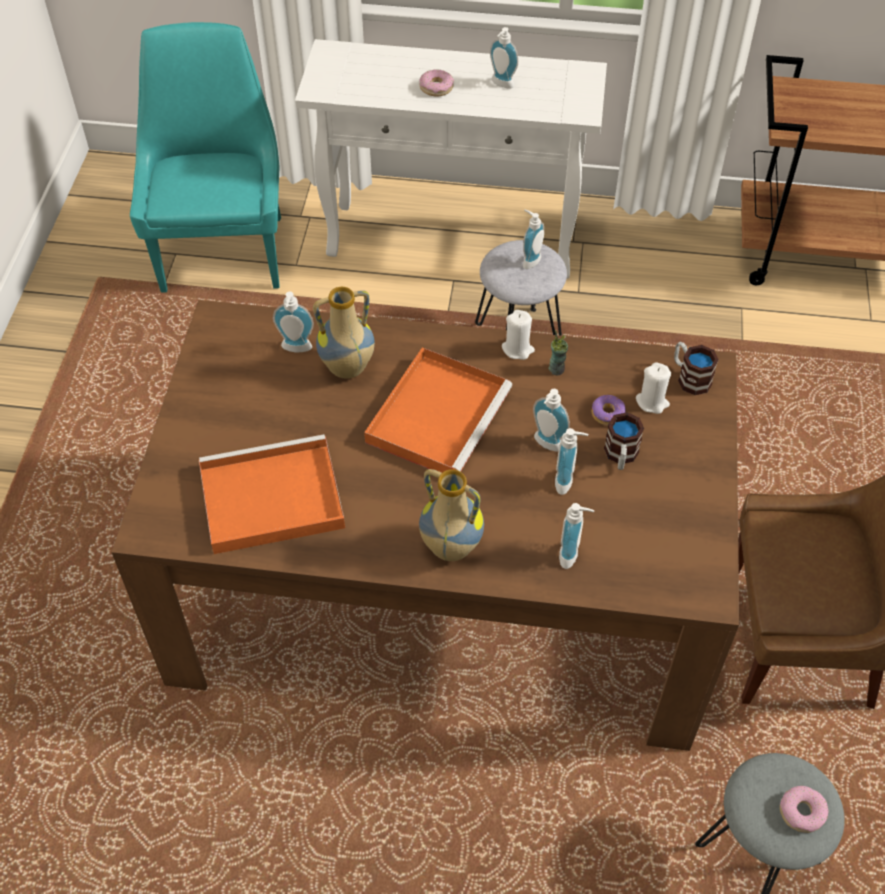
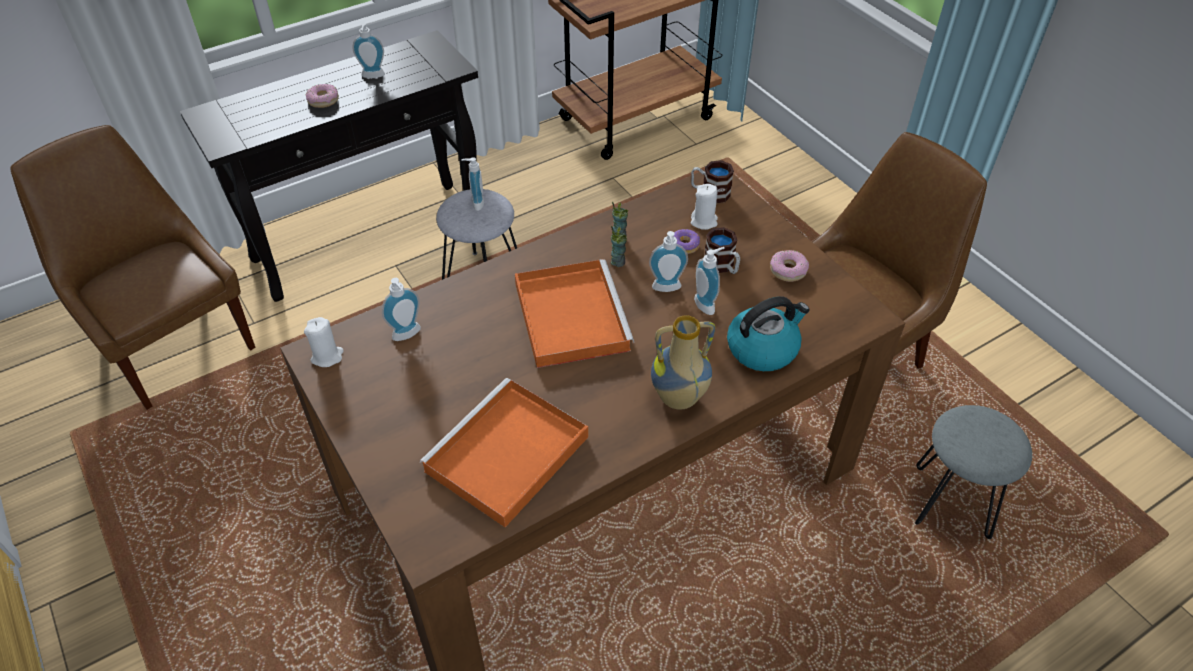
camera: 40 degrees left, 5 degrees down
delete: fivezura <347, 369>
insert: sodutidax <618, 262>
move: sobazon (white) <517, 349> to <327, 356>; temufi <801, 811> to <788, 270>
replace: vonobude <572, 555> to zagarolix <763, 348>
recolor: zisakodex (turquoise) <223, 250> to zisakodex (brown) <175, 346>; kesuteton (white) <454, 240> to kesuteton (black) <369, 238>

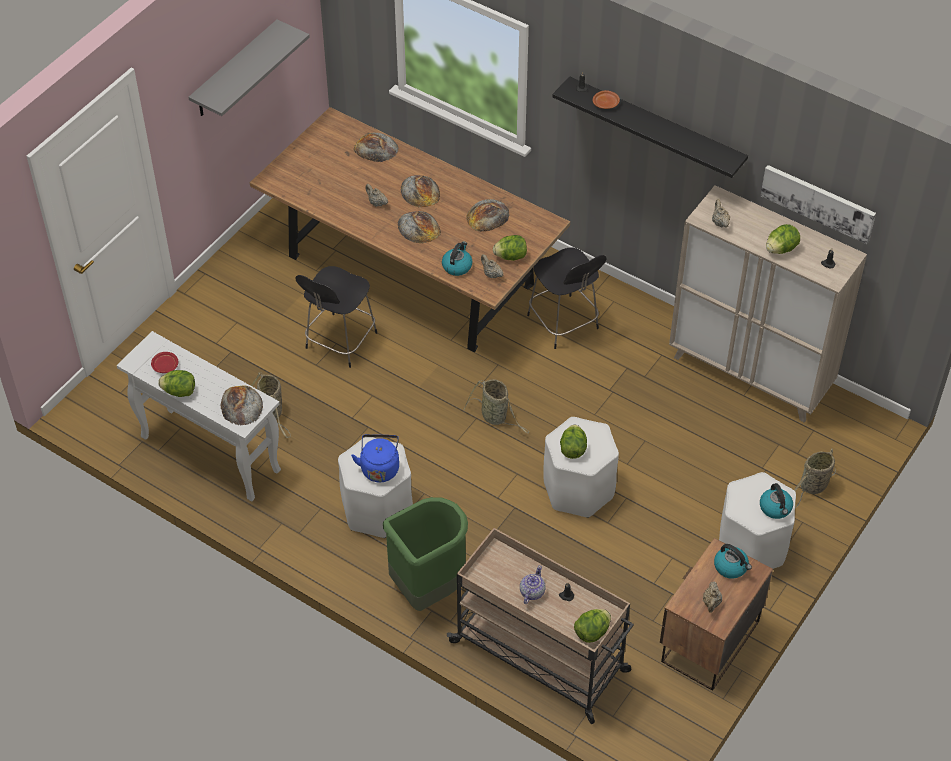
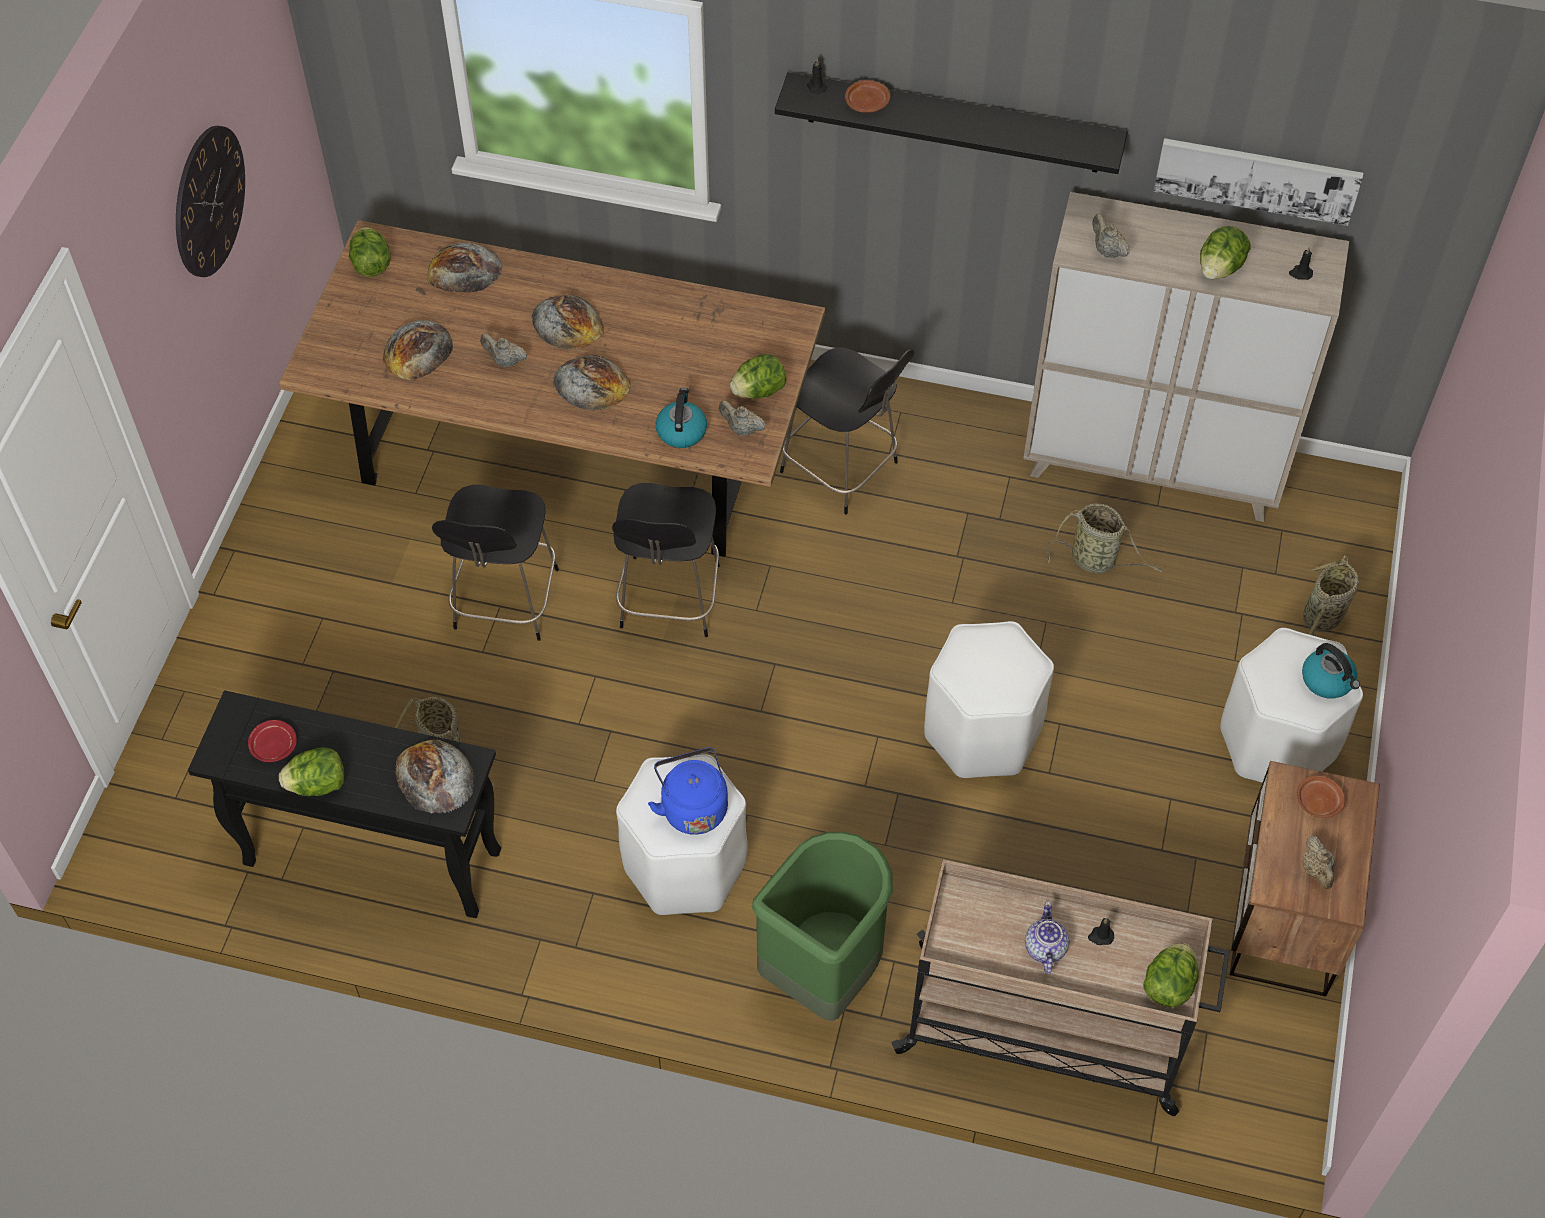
camera: 20 degrees left, 5 degrees up
insert: zisakodex (black) <669, 600>
move: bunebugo <495, 417> to <1096, 561>; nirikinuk <487, 216> to <418, 350>; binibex <573, 449> to <371, 265>
replace: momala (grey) <235, 70> to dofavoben <209, 201>; zagarolix <731, 567> to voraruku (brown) <1318, 801>
recolor: kesuteton (white) <209, 454> to kesuteton (black) <370, 858>

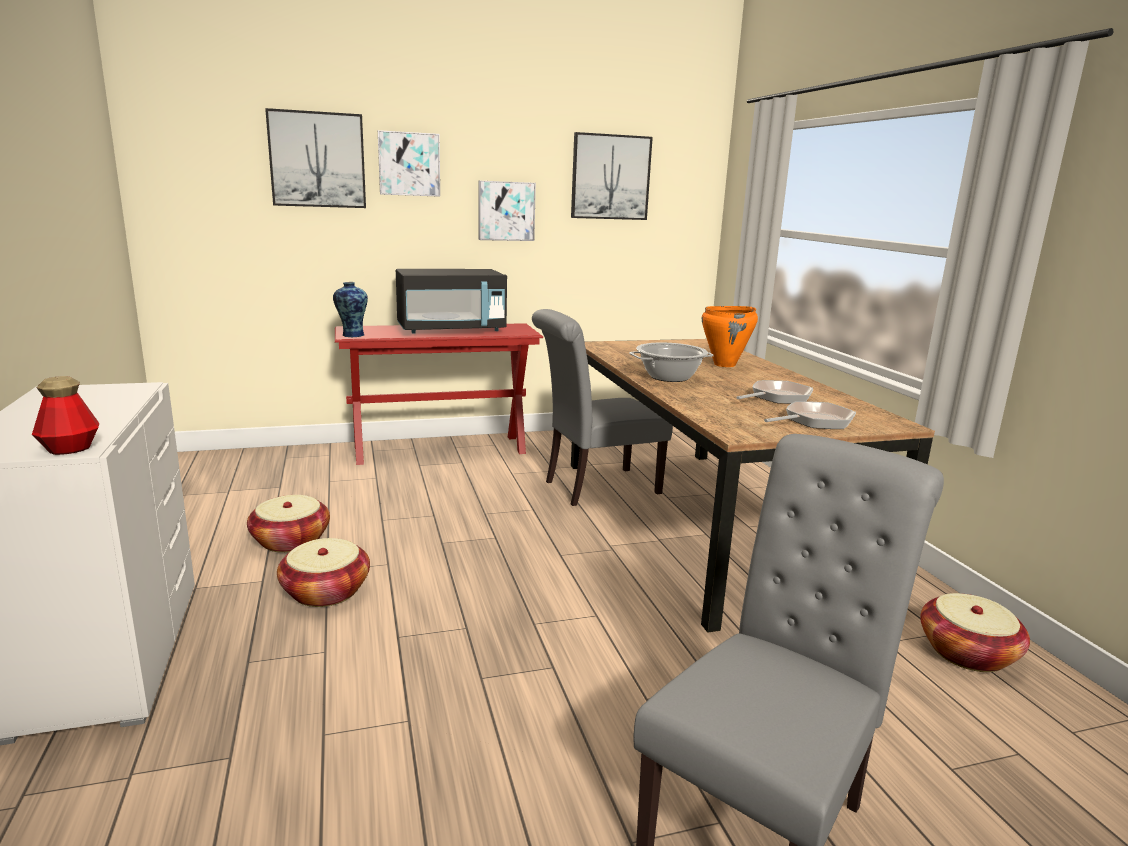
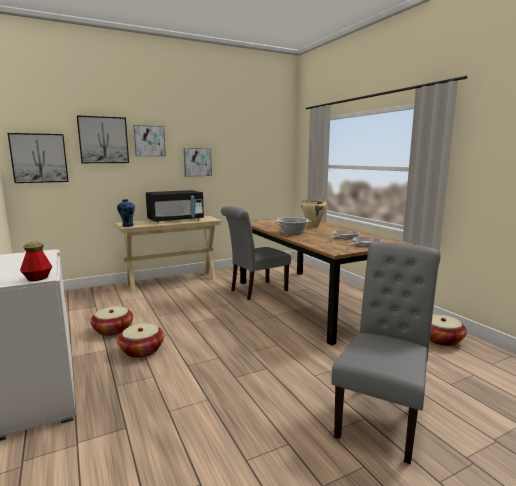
camera: 10 degrees left, 5 degrees down
move: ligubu <610, 177> to <39, 158>
recolor: kesuteton (red) <440, 449> to kesuteton (beige) <172, 281>; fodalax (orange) <725, 365> to fodalax (beige) <313, 226>

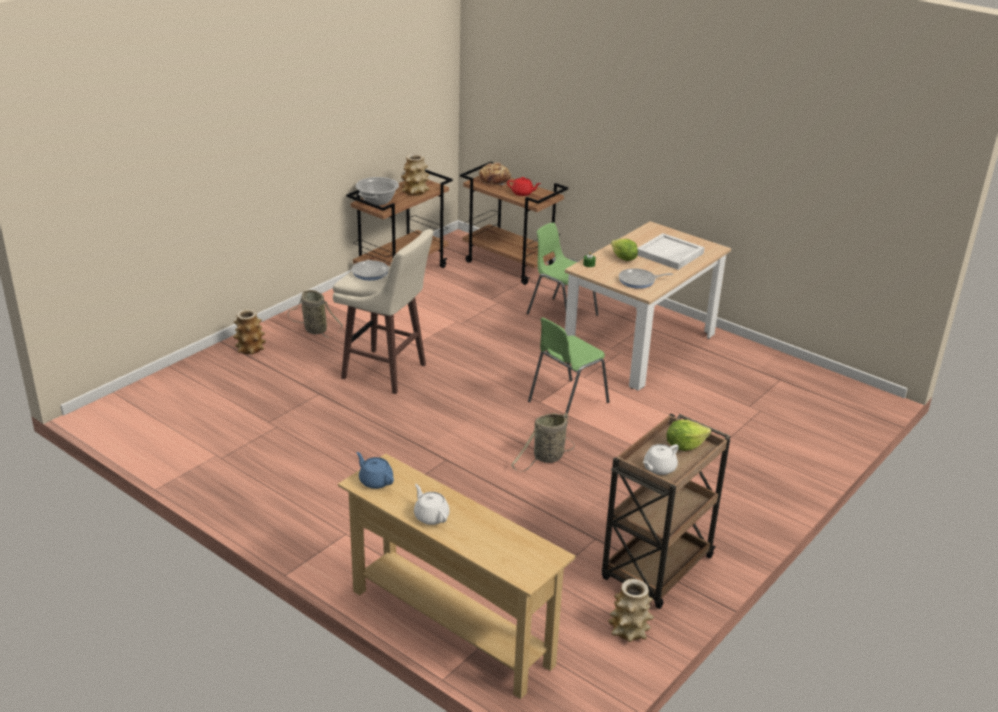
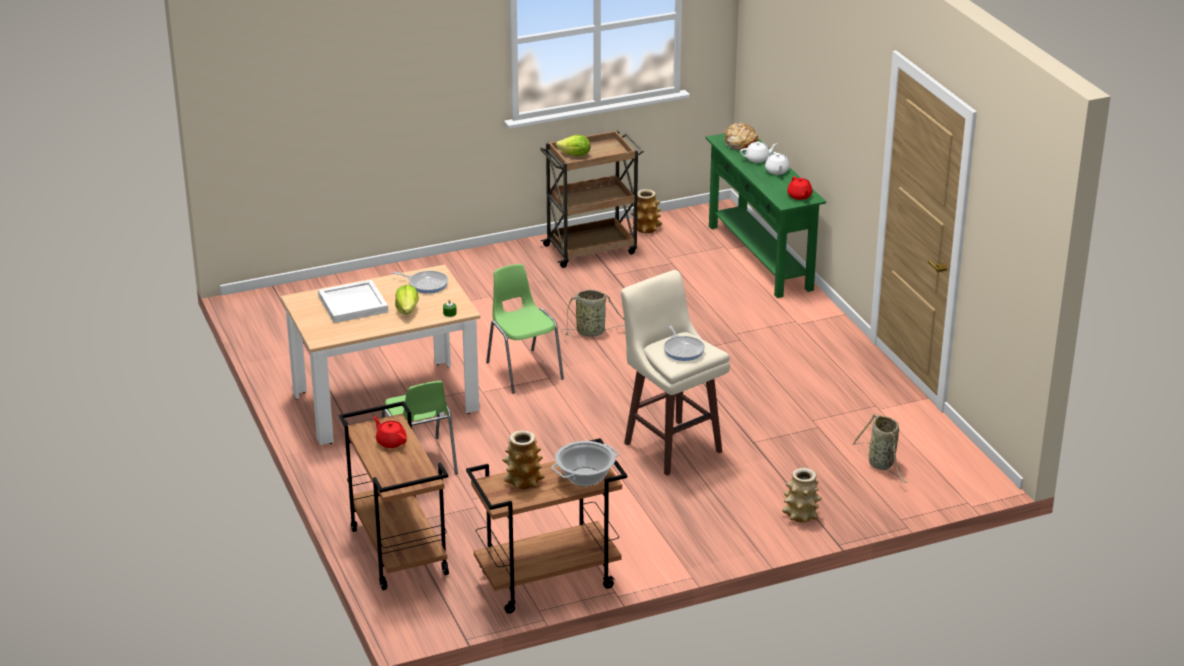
camera: 150 degrees left, 0 degrees up
move: bunebugo <314, 329> to <882, 465>; nirikinuk <495, 180> to <740, 143>; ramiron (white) <659, 468> to <757, 159>
recolor: kesuteton (beige) <450, 627> to kesuteton (green) <760, 257>; ramiron (blue) <375, 481> to ramiron (red) <799, 196>
rotate: zisakodex (green) <566, 402> = <523, 370> 105 degrees counterclockwise

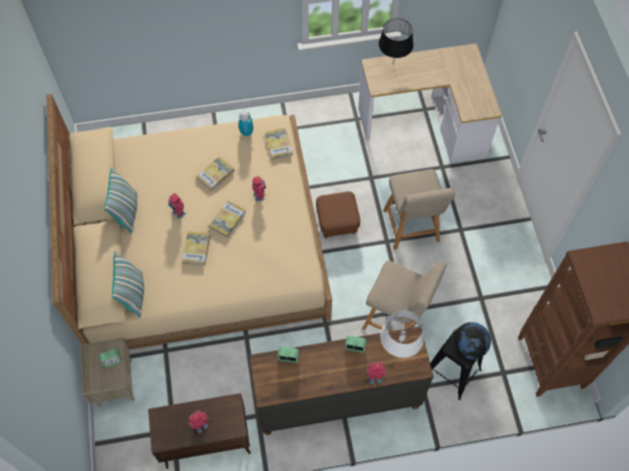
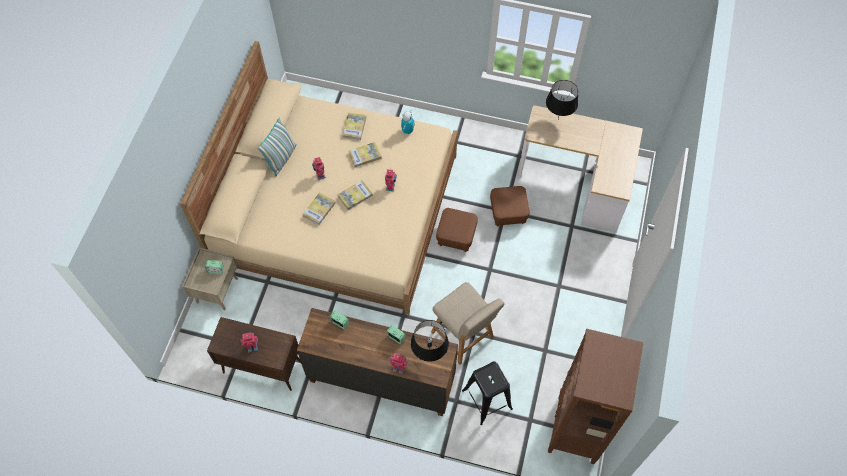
camera: 25 degrees right, 0 degrees up
delete: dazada <134, 294>; zisakodex (beige) <412, 228>; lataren <469, 347>
insert: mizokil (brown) <508, 213>
move: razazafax <278, 144> to <354, 127>
recolor: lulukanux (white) <398, 351> to lulukanux (black) <429, 355>

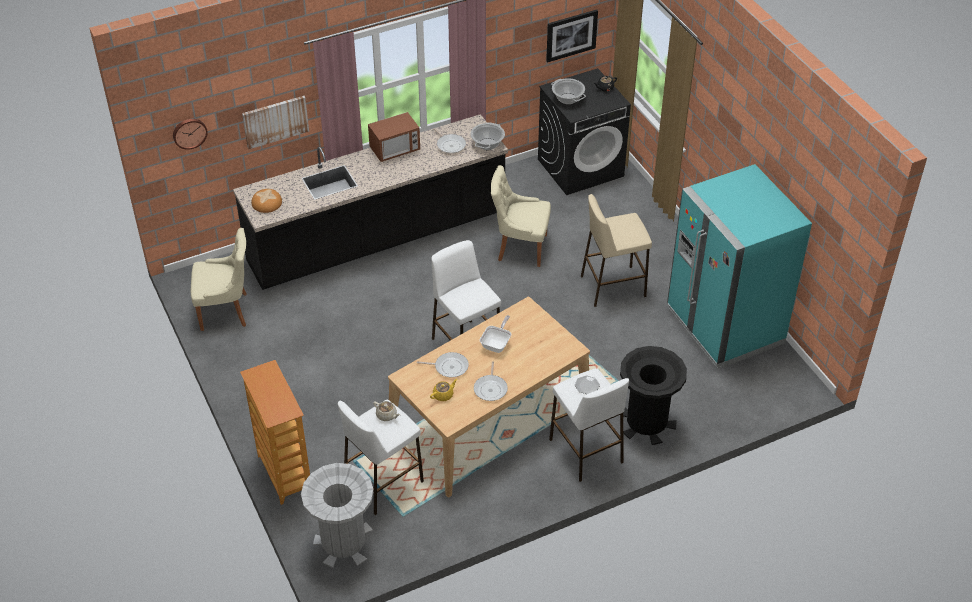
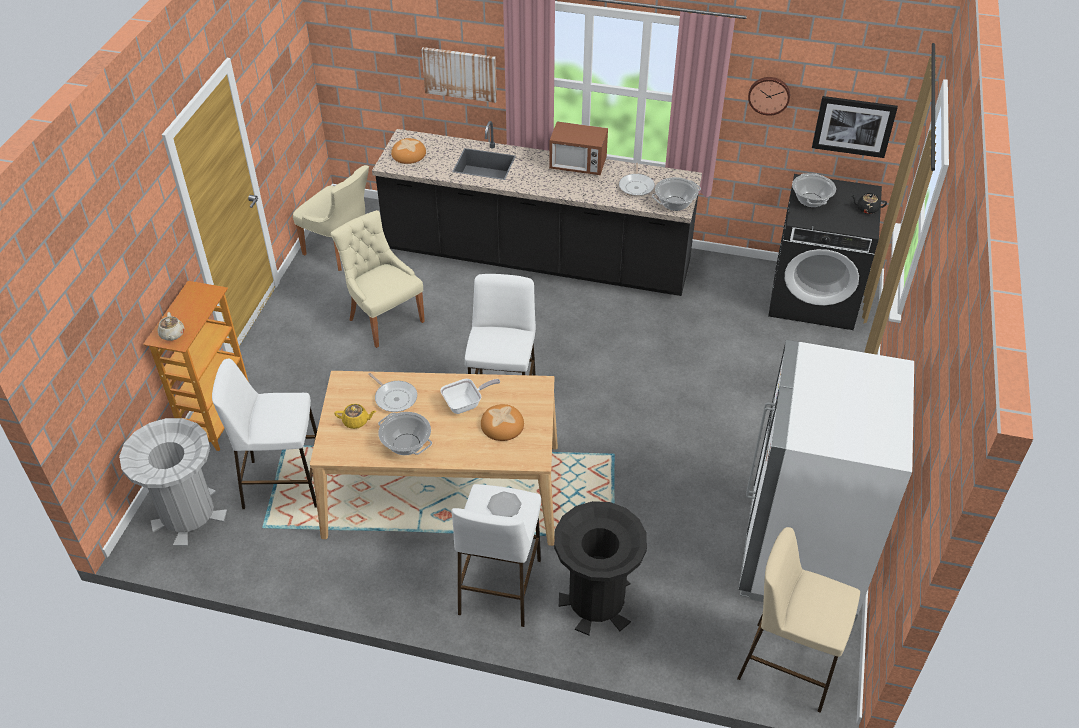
camera: 40 degrees right, 0 degrees up
insert: nirikinuk <502, 425>
move: dofavoben <189, 132> to <769, 95>; ramiron (beige) <387, 415> to <172, 335>; zisakodex (beige) <520, 247> to <384, 319>; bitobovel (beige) <612, 286> to <787, 665>
replace: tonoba <491, 388> to fodalax <406, 444>
recolor: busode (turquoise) <724, 326> to busode (white) <800, 554>

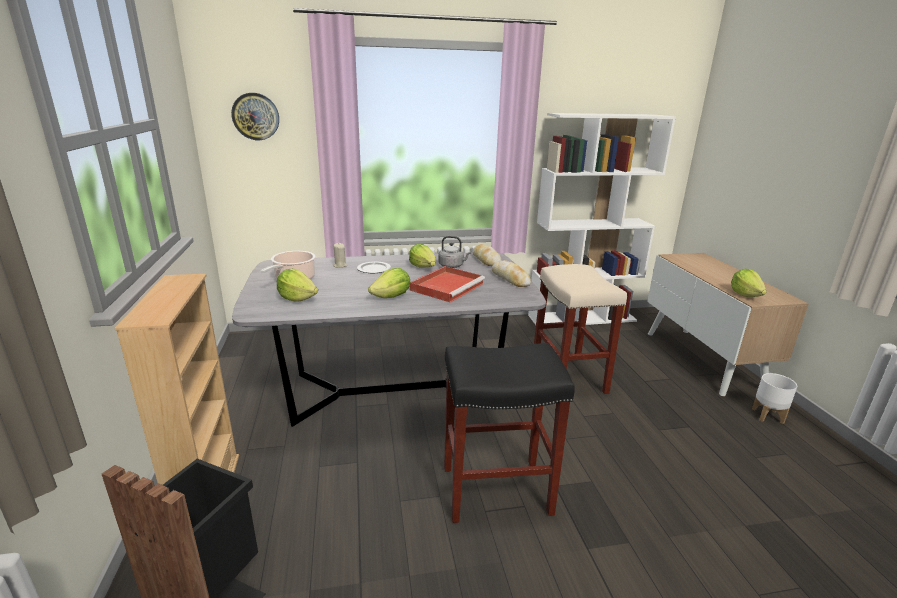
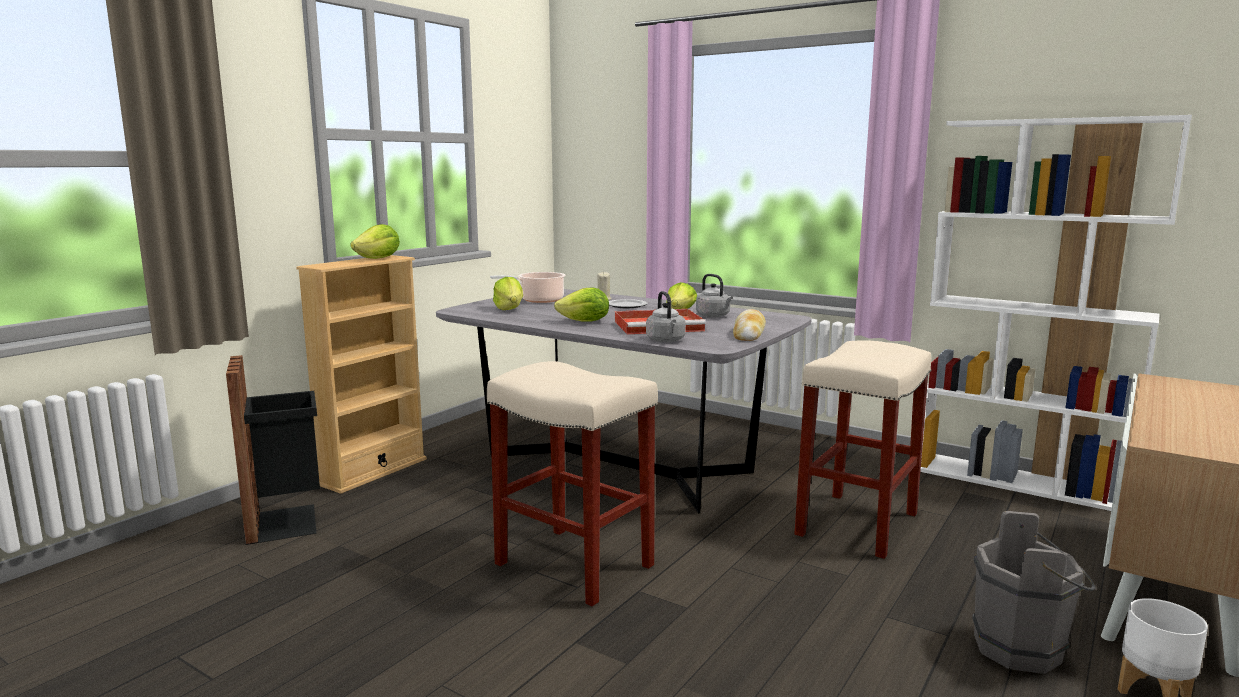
camera: 45 degrees right, 10 degrees down
delete: dofavoben <255, 116>; nirikinuk <486, 260>
insert: zagarolix (grey) <666, 341>; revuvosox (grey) <1024, 650>
move: binibex <745, 294> to <378, 258>
recolor: bitobovel (black) <494, 490> to bitobovel (beige) <572, 564>

